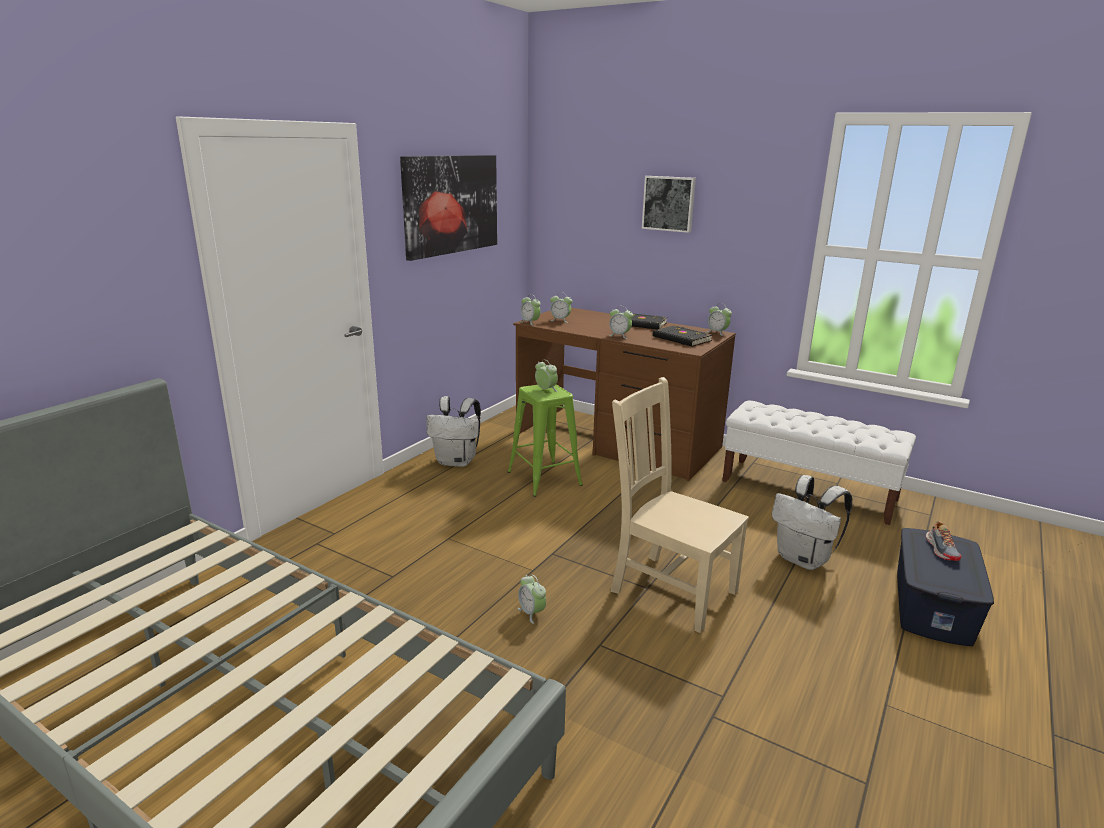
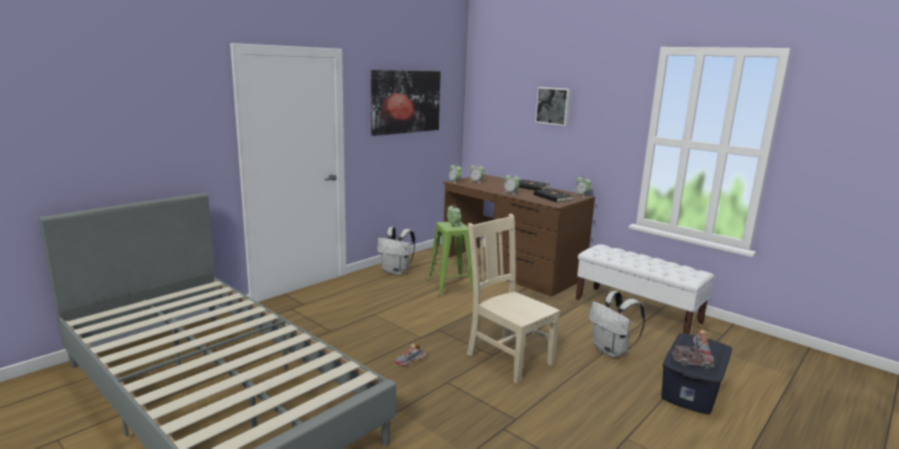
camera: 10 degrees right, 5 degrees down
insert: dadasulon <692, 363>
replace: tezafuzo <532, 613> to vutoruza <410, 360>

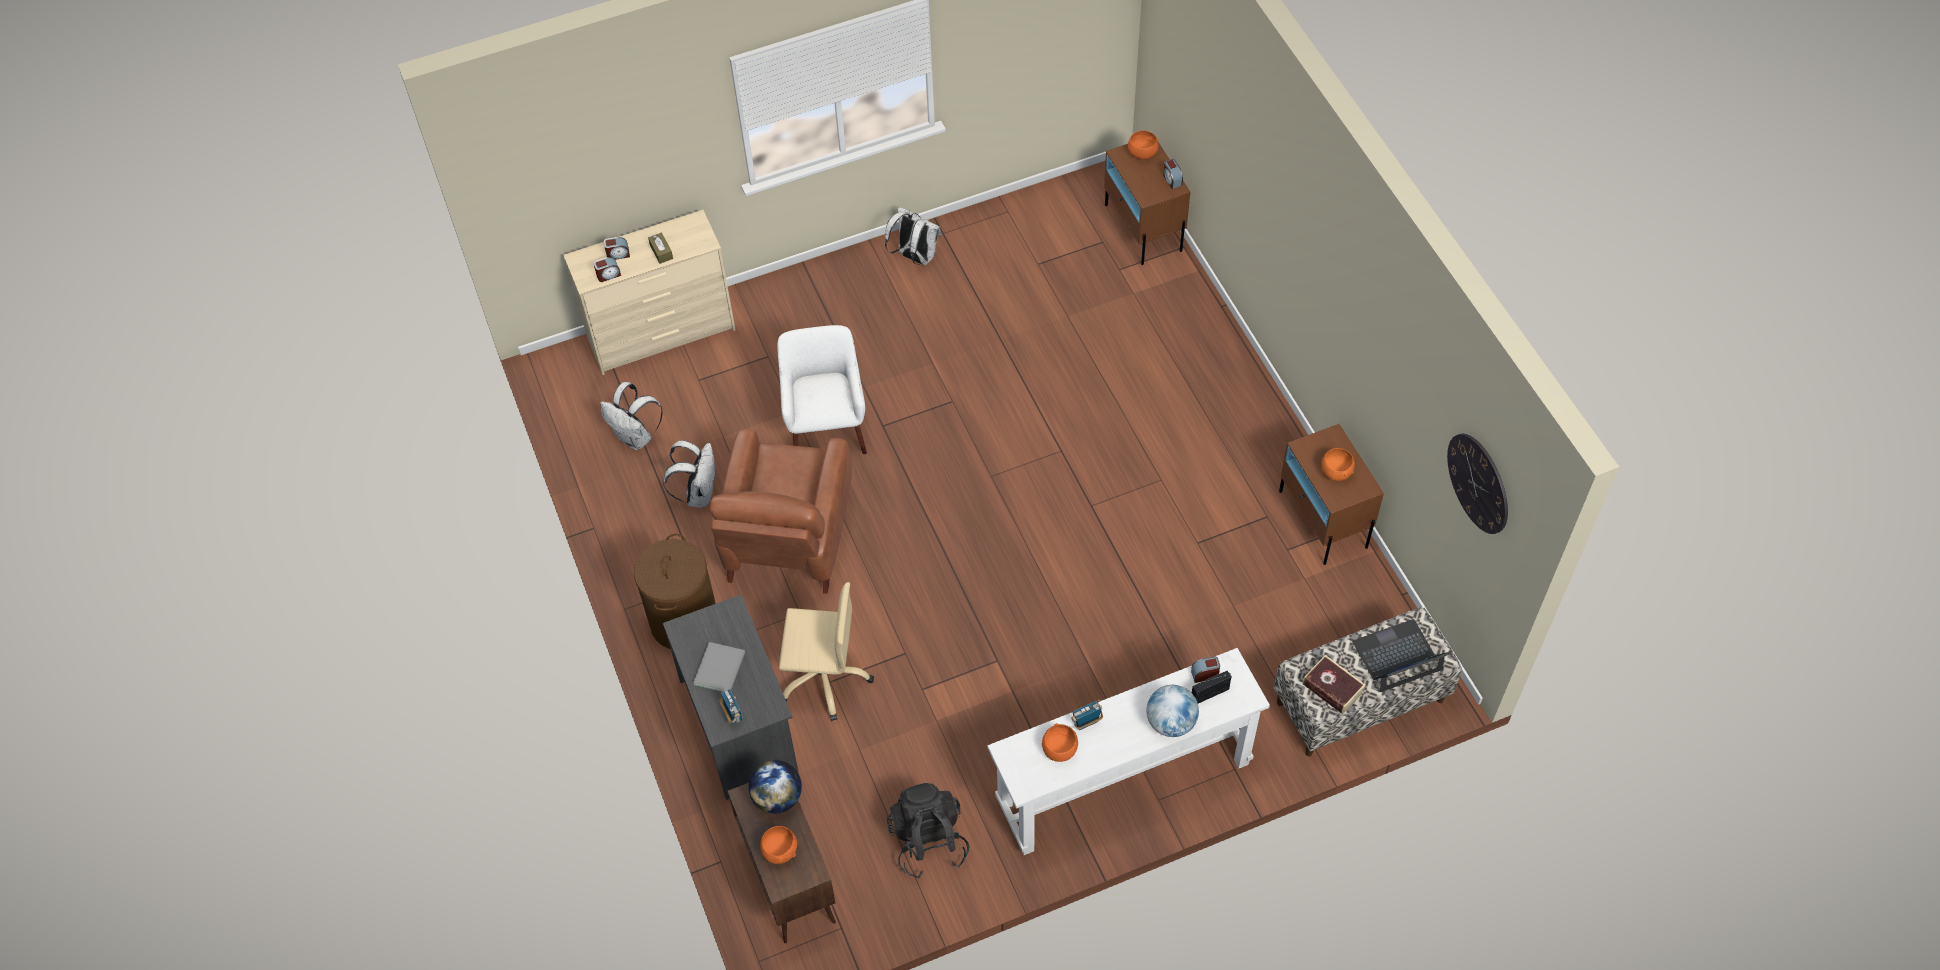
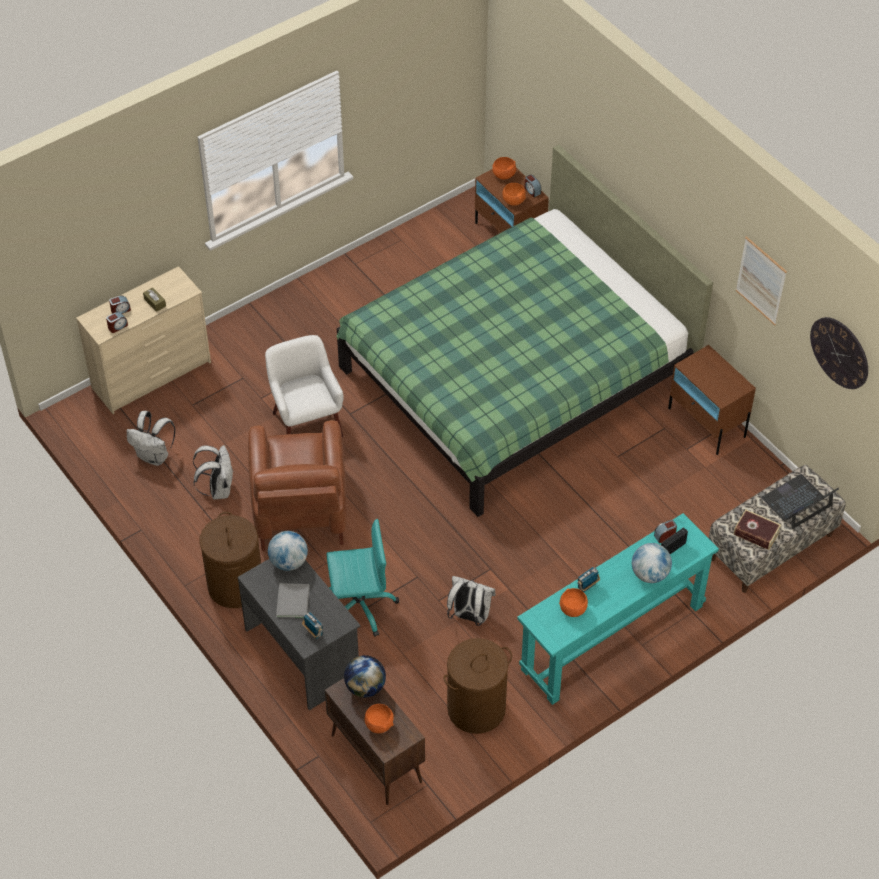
camera: 15 degrees left, 5 degrees down
insert: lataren <288, 562>; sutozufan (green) <514, 377>; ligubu <761, 280>
move: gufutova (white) <914, 256> to <469, 616>; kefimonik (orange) <1335, 472> to <513, 201>
replace: gufutova (black) <928, 841> to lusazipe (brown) <476, 709>
recolor: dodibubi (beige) <824, 677> to dodibubi (turquoise) <359, 606>; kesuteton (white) <1123, 782> to kesuteton (turquoise) <612, 637>

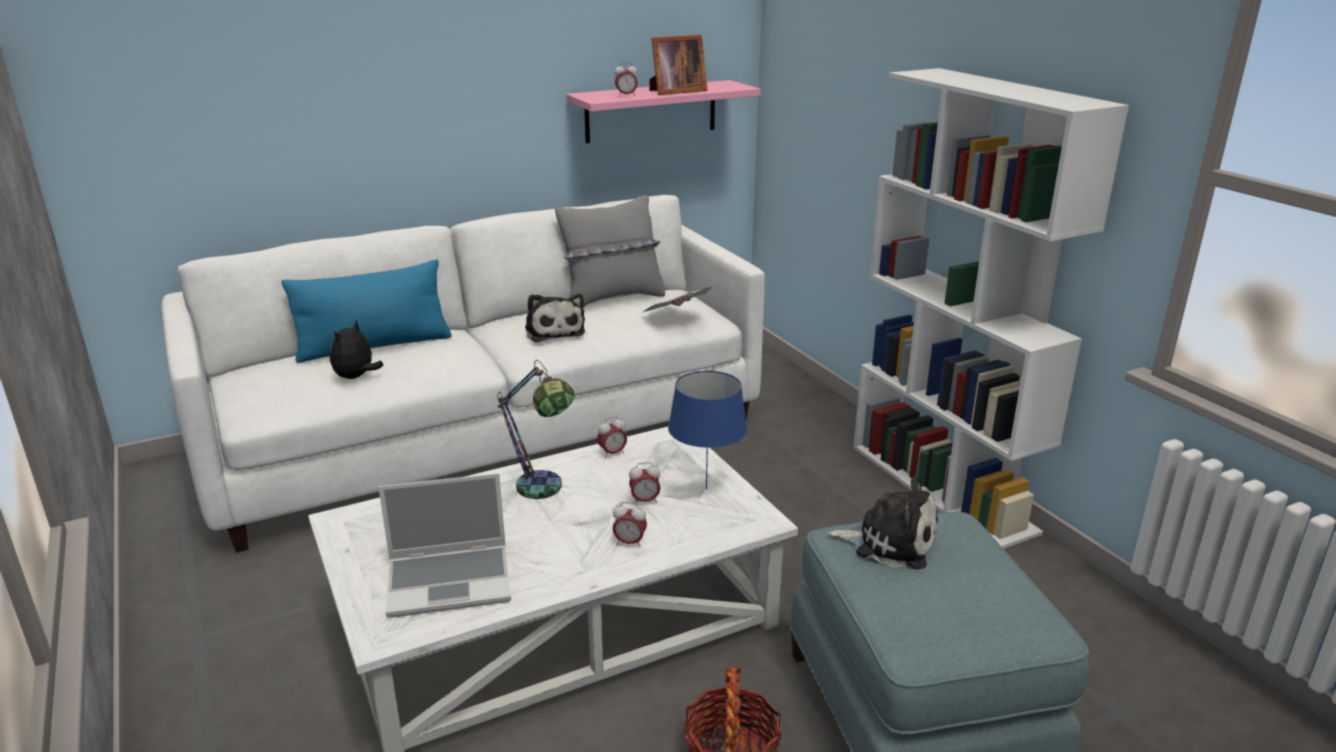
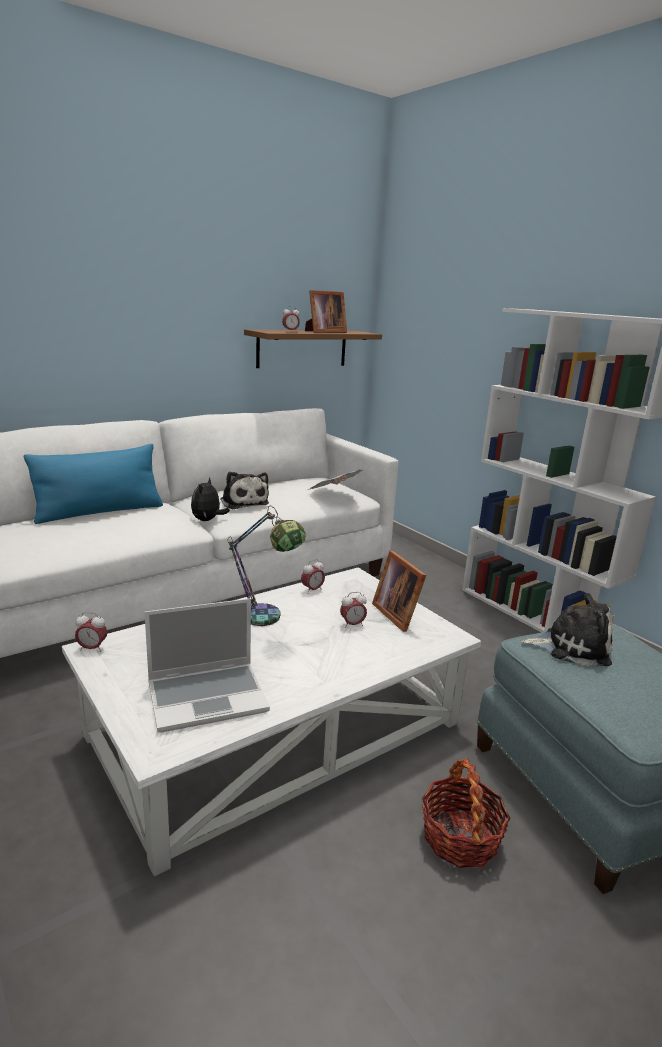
camera: 10 degrees left, 5 degrees down
delete: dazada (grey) <612, 298>
move: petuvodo <356, 377> to <207, 520>; tezafuzo <629, 543> to <92, 648>
replace: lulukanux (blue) <707, 489> to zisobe <398, 614>
recolor: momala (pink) <651, 111> to momala (brown) <302, 348>

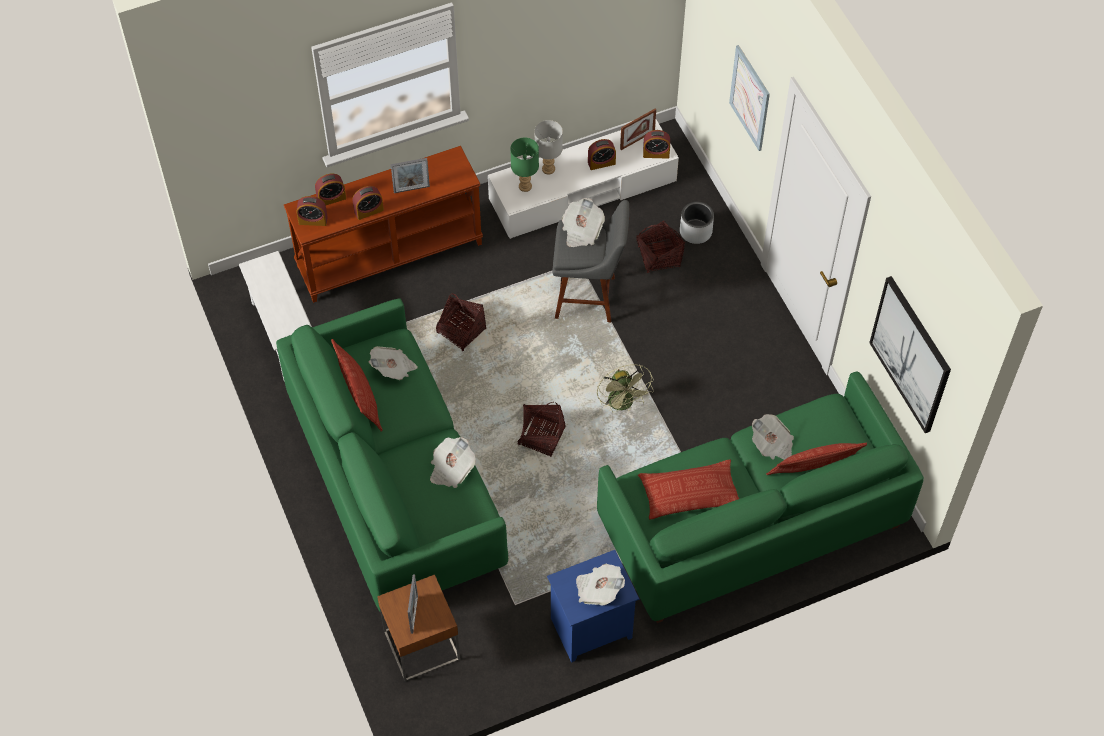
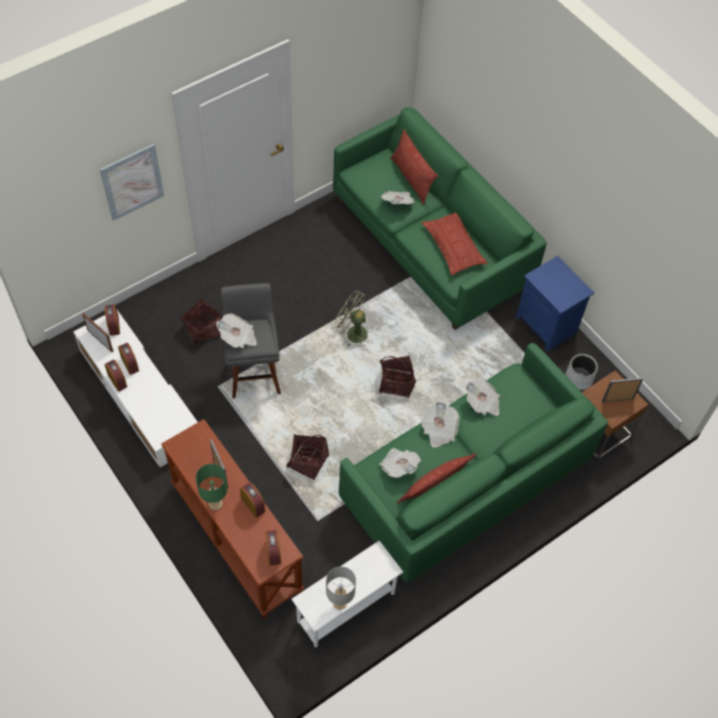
camera: 105 degrees left, 0 degrees up
delete: ligubu <911, 354>
move: tezafuzo <331, 198> to <117, 380>; lulukanux (green) <524, 186> to <215, 504>; lulukanux (grey) <548, 169> to <339, 603>; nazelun <598, 590> to <439, 430>; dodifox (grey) <696, 231> to <578, 378>
rotate: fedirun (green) <623, 404> = <352, 333> 120 degrees counterclockwise

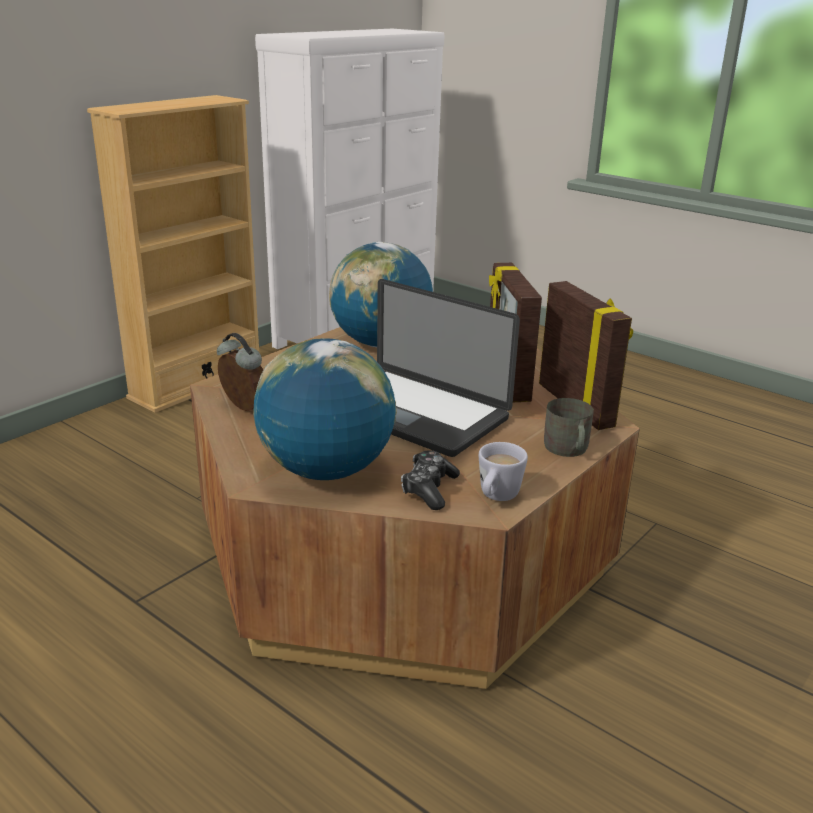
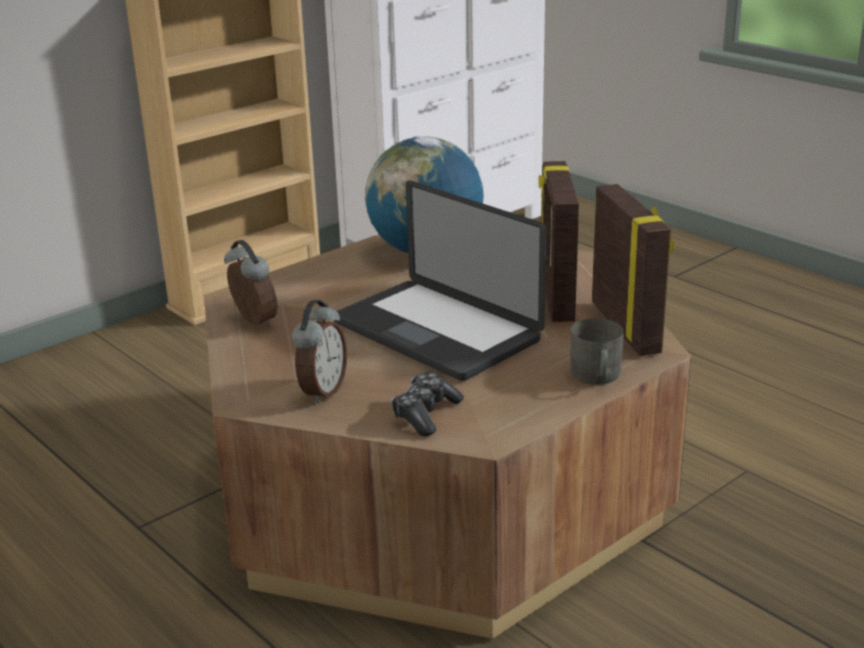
camera: 10 degrees right, 0 degrees up
delete: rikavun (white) <496, 497>
replace: lataren <326, 471> to tezafuzo <322, 391>

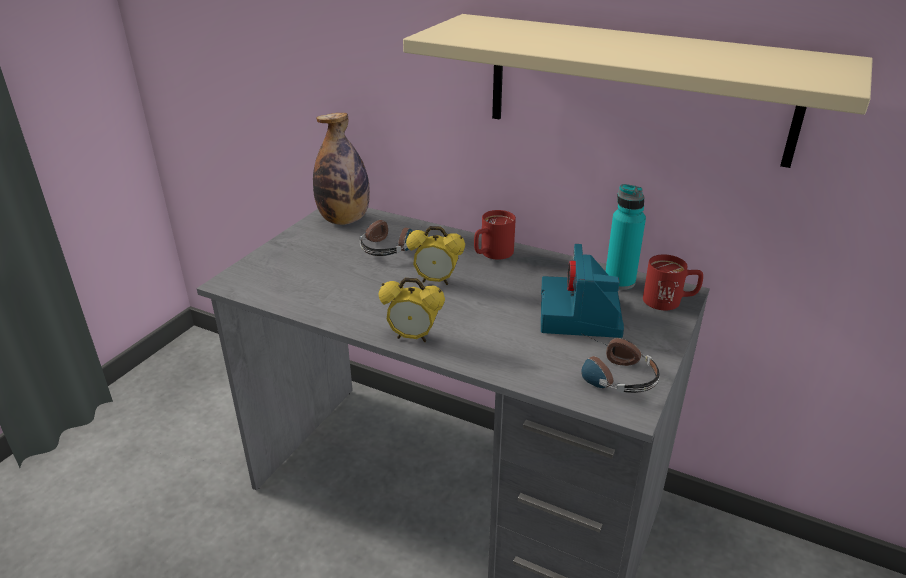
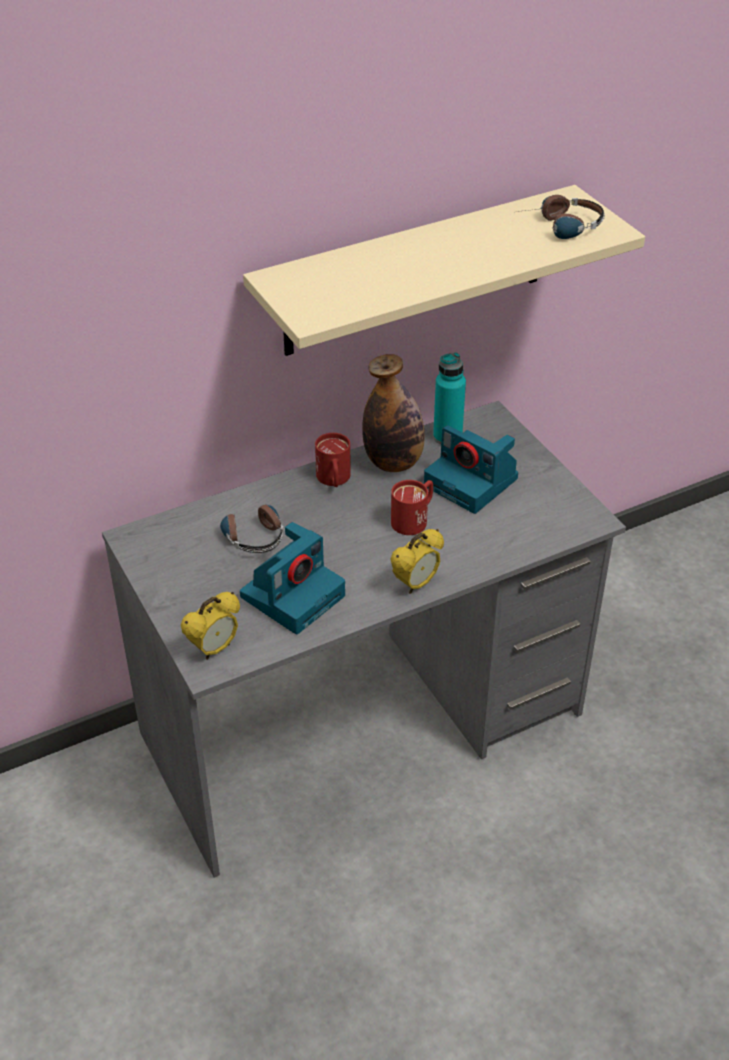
camera: 55 degrees left, 10 degrees up
insert: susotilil <293, 594>
move: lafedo <344, 220> to <393, 462>; tezafuzo <436, 281> to <214, 649>; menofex <608, 373> to <560, 227>; rikavun (red) <670, 301> to <414, 519>

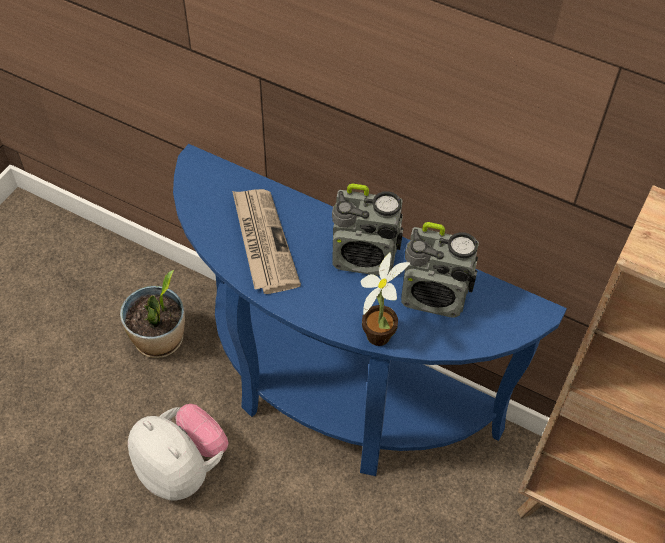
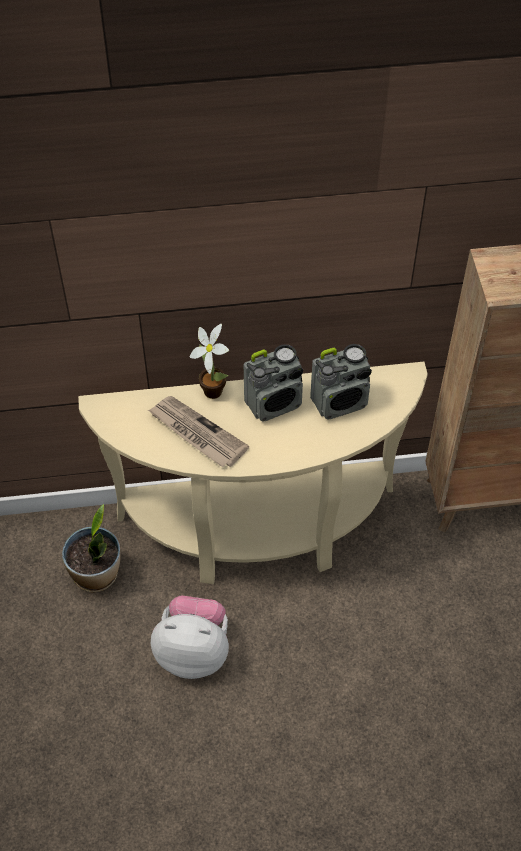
camera: 35 degrees left, 0 degrees up
move: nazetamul <380, 332> to <212, 388>
recolor: kesuteton (blue) <334, 395> to kesuteton (beige) <259, 531>

